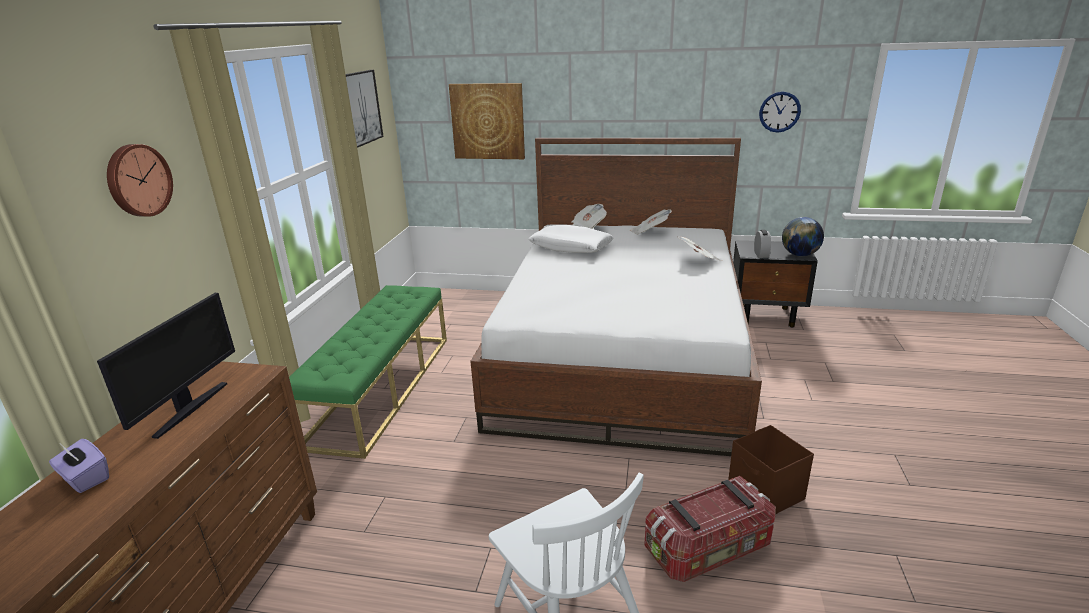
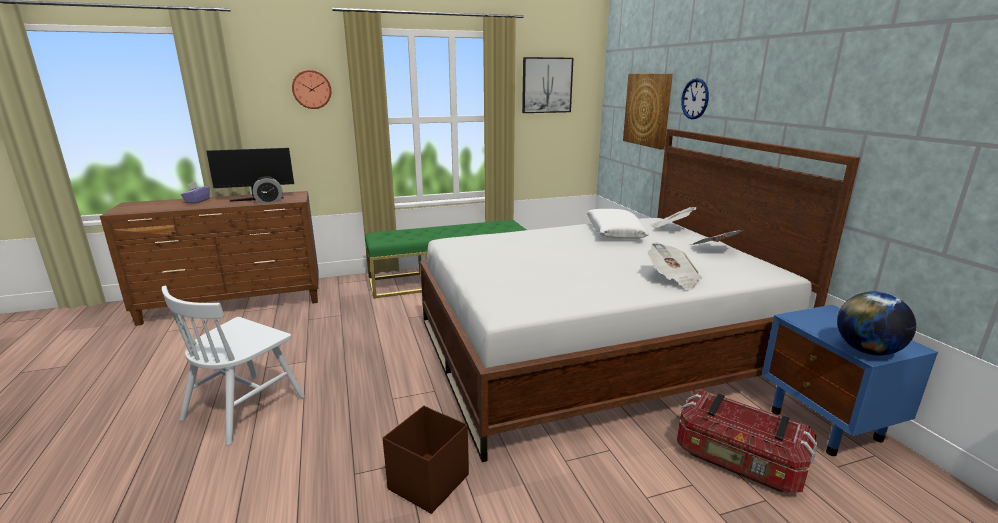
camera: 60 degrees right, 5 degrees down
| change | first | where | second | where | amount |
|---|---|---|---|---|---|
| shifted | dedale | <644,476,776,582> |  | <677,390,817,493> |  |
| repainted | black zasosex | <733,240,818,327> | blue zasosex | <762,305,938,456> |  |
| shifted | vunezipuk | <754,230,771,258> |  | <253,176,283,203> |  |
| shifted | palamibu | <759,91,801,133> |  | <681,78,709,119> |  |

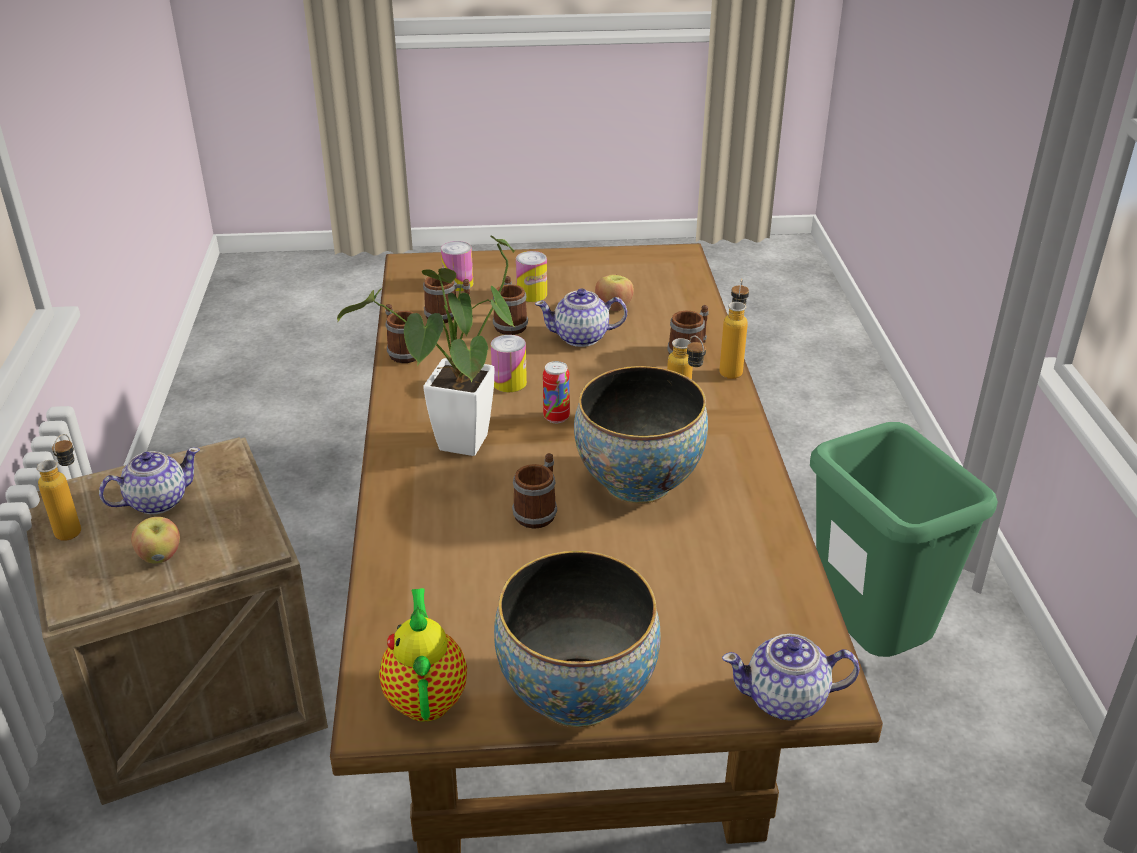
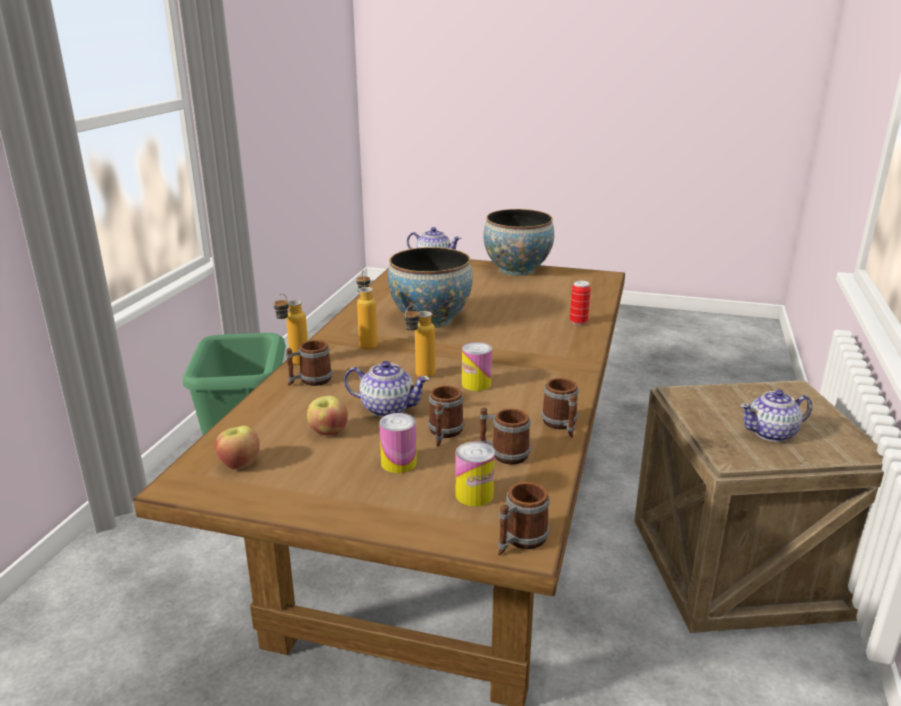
camera: 160 degrees left, 10 degrees down
| change | first | where | second | where | amount |
|---|---|---|---|---|---|
| shifted | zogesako | <36,434,81,541> |  | <404,304,435,378> |  |
| shifted | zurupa | <131,517,180,564> |  | <215,426,260,469> |  |
| gone | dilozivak | <337,235,515,456> |  |  |  |
| gone | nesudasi | <379,588,467,722> |  |  |  |
| shifted | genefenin | <512,453,557,529> |  | <498,482,550,555> |  |
| shifted | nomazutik | <543,361,570,423> |  | <570,281,591,325> |  |

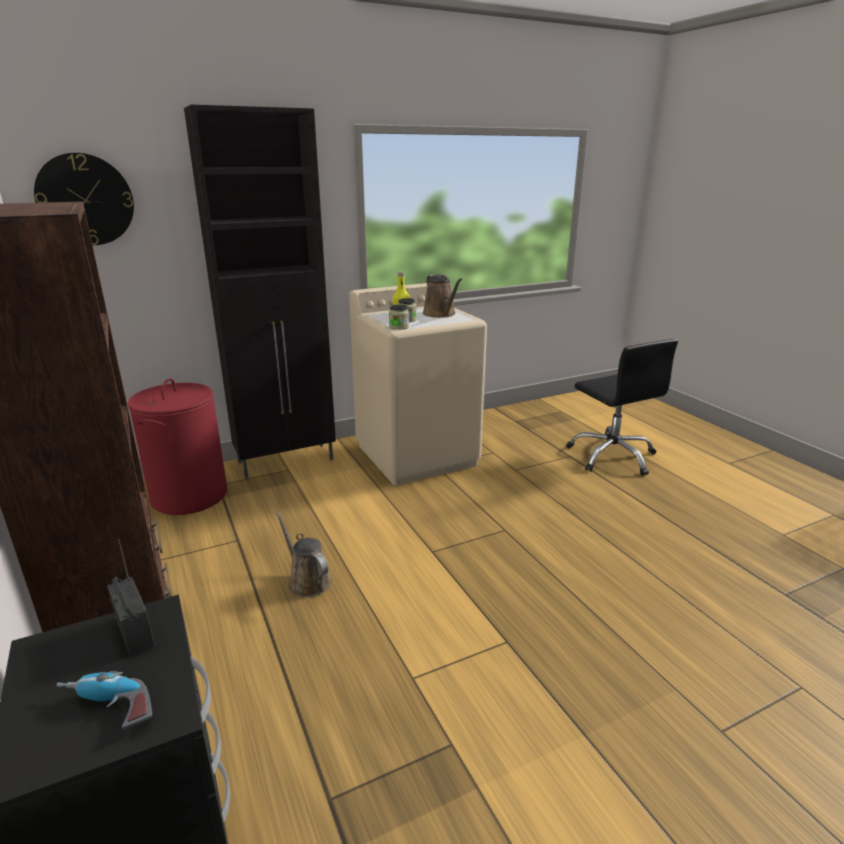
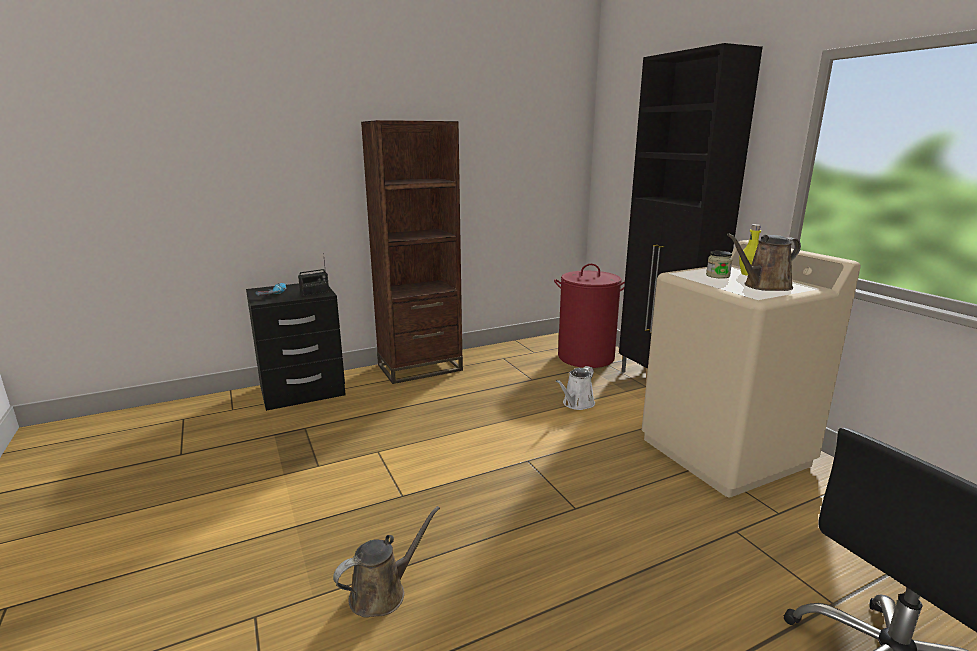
camera: 90 degrees right, 5 degrees down
| change | first | where | second | where | amount |
|---|---|---|---|---|---|
| gone | palamibu | <34,153,134,245> |  |  |  |
| shifted | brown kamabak | <275,510,331,597> |  | <333,506,440,617> |  |
| gone | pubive | <389,305,409,330> |  |  |  |
| new |  |  | white kamabak | <556,366,595,410> |  |

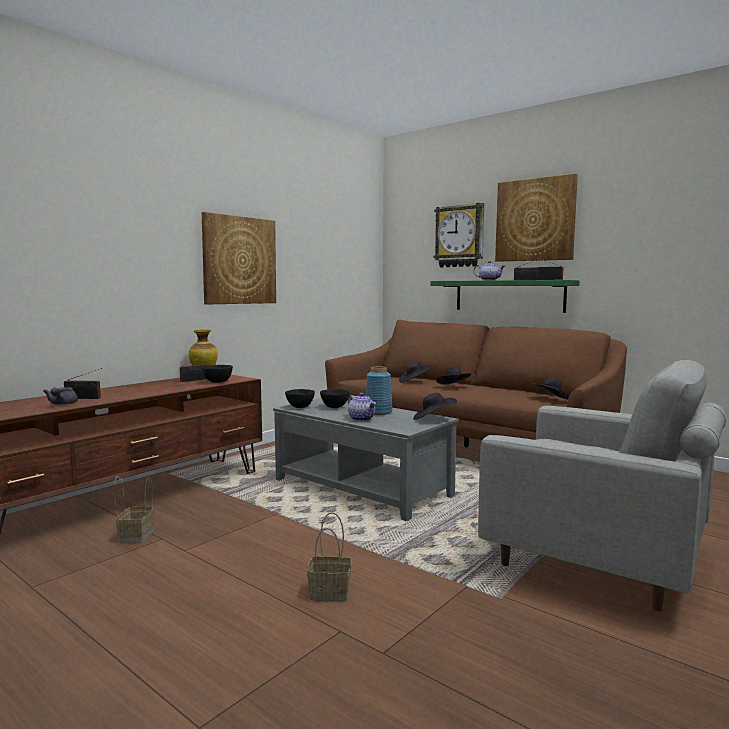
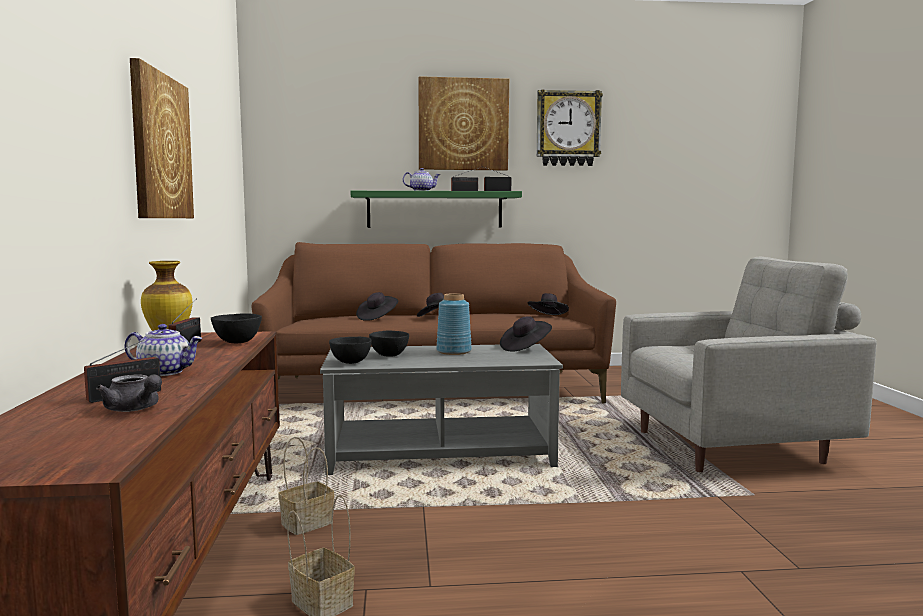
camera: 45 degrees left, 0 degrees up
| change | first | where | second | where | amount |
|---|---|---|---|---|---|
| shifted | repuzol | <307,512,351,602> |  | <278,437,334,535> |  |
| shifted | nesudasi | <348,393,376,421> |  | <124,324,202,376> |  |
| shifted | palamibu | <434,203,484,267> |  | <537,89,603,166> |  |

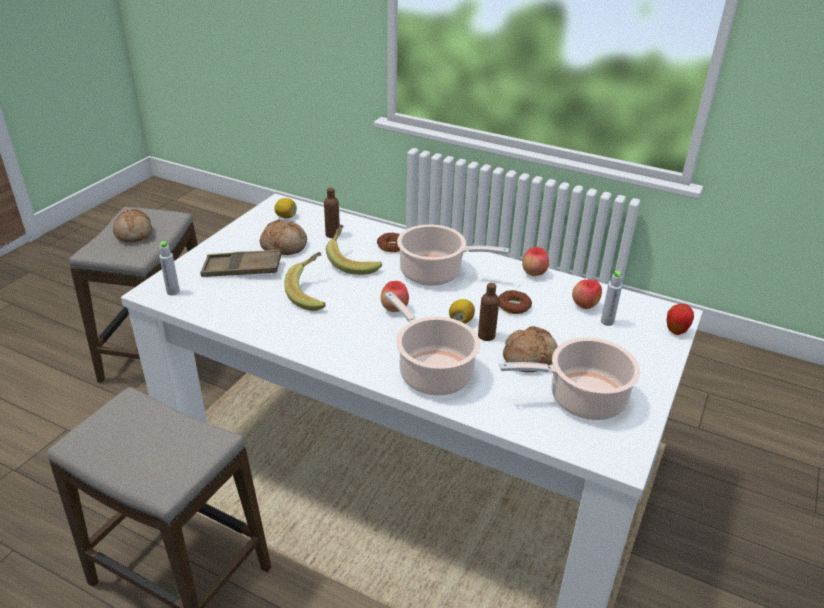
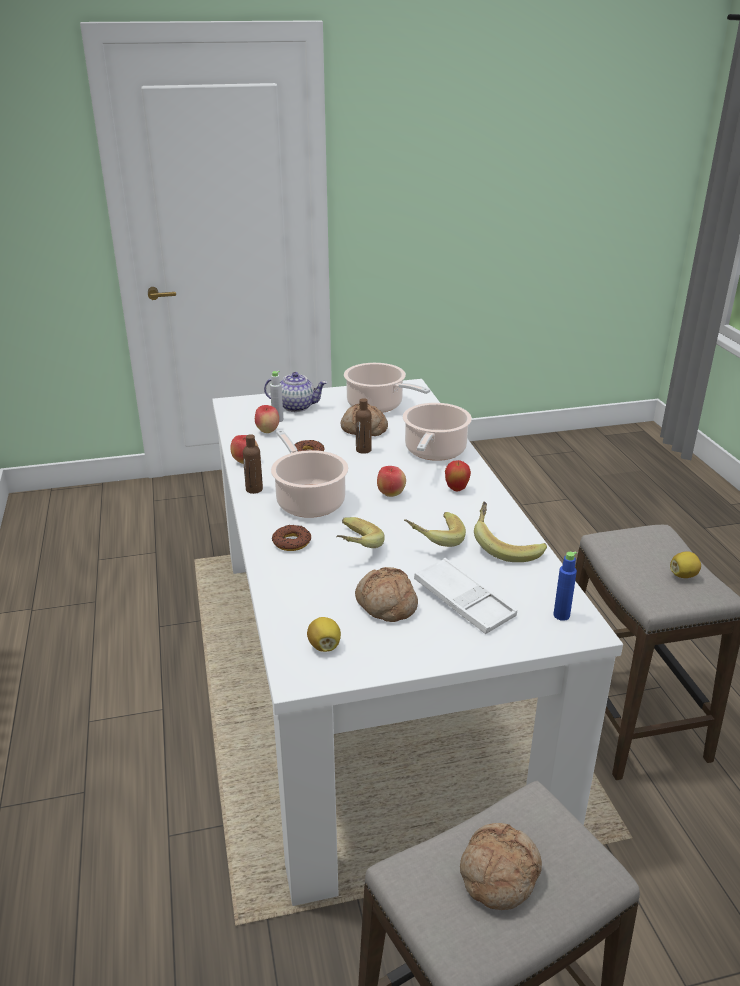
camera: 130 degrees left, 5 degrees down
| change | first | where | second | where | amount |
|---|---|---|---|---|---|
| repainted | grey zogesako | <159,241,180,295> | blue zogesako | <553,551,577,621> |  |
| repainted | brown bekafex | <200,249,282,277> | white bekafex | <414,558,517,634> |  |
| shifted | brown zogesako | <324,188,340,238> |  | <243,434,263,494> |  |
| shifted | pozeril | <449,299,475,324> |  | <670,551,701,578> |  |
| shifted | zurupa | <667,304,694,335> |  | <445,460,471,491> |  |
| new |  |  | nesudasi | <264,372,327,412> |  |
| new |  |  | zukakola | <474,502,547,562> |  |

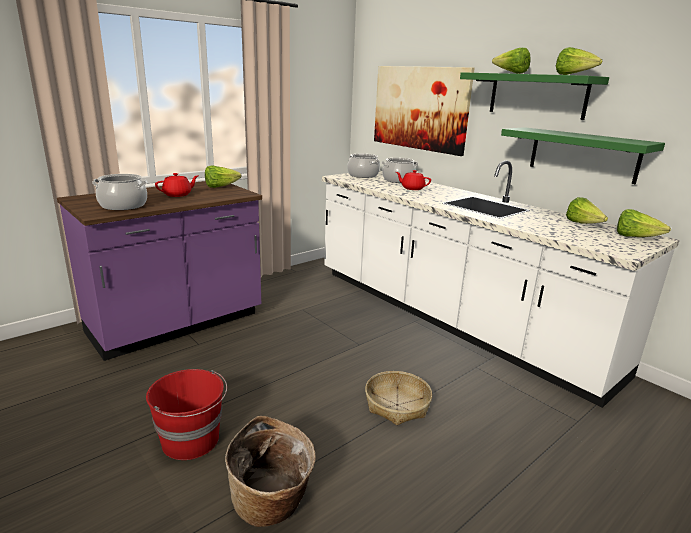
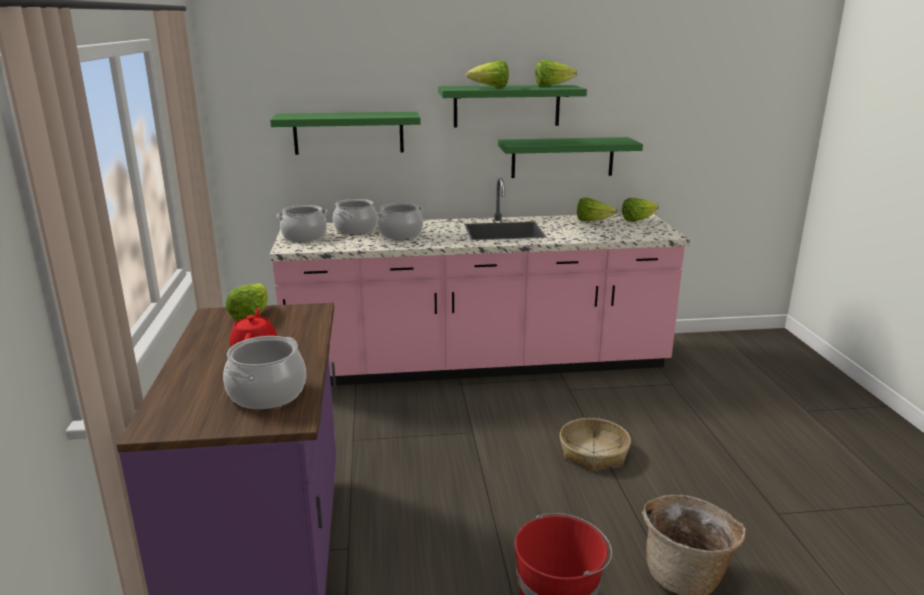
camera: 55 degrees left, 0 degrees up
| change | first | where | second | where | amount |
|---|---|---|---|---|---|
| repainted | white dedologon | <322,160,680,408> | pink dedologon | <269,177,690,386> |  |
| swapped | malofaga | <374,66,475,156> | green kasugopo | <270,112,420,155> |  |
| swapped | red nesudasi | <396,170,431,190> | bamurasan | <376,203,424,239> |  |

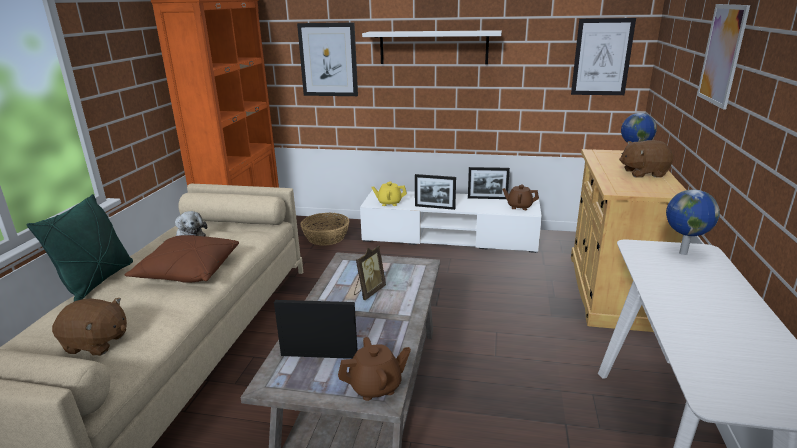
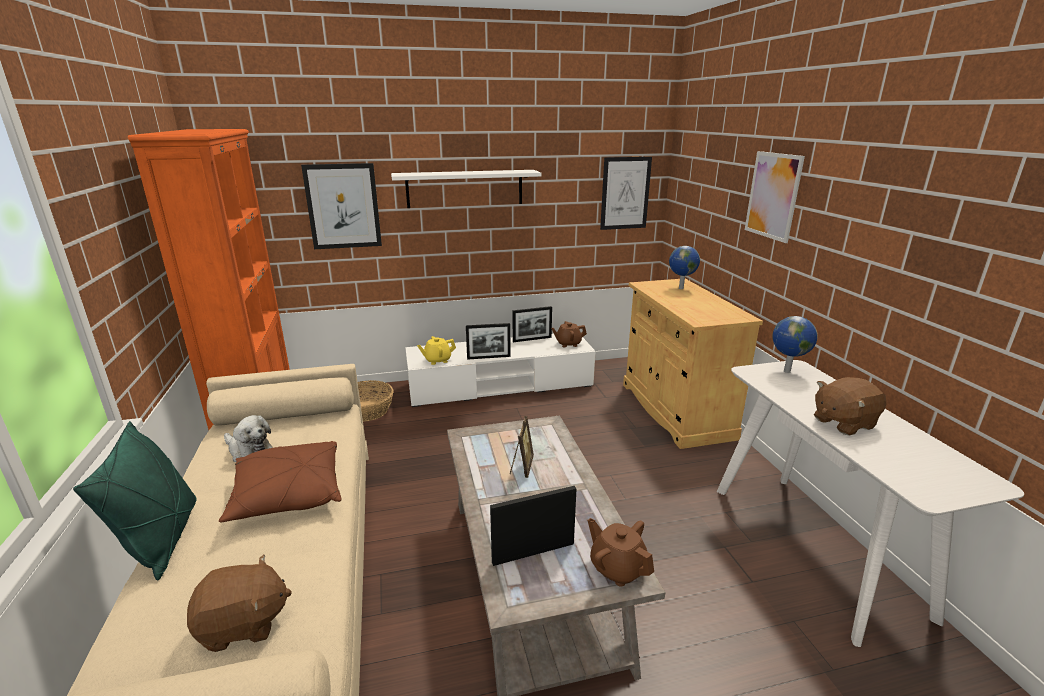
camera: 25 degrees left, 0 degrees up
| change | first | where | second | where | amount |
|---|---|---|---|---|---|
| rotated | brown nesudasi | <338,337,411,401> |  | <588,518,654,587> | 90 degrees counterclockwise |
| shifted | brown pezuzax | <619,140,673,178> |  | <814,377,886,436> |  |

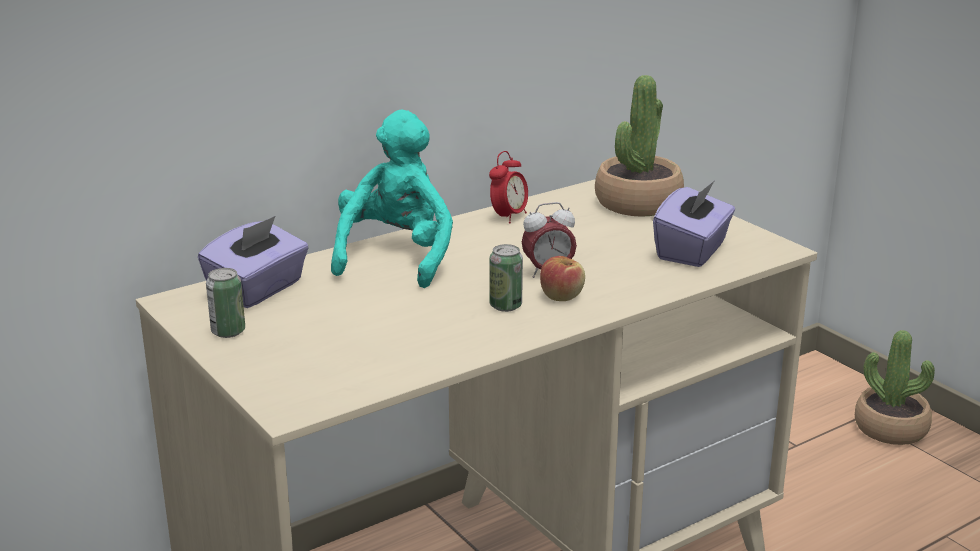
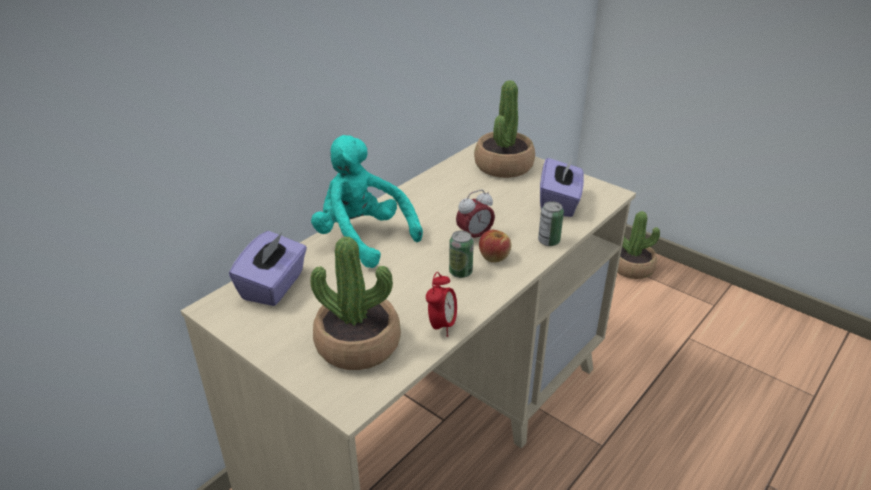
camera: 15 degrees left, 10 degrees up
| change | first | where | second | where | amount |
|---|---|---|---|---|---|
| shifted | nomazutik | <206,268,245,338> |  | <538,201,564,246> |  |
| rotated | turquoise pezuzax | <331,110,453,288> |  | <311,135,423,268> | 45 degrees counterclockwise |
| shifted | vunezipuk | <489,151,528,224> |  | <426,272,457,337> |  |
| new |  |  | dilozivak | <310,236,401,370> |  |

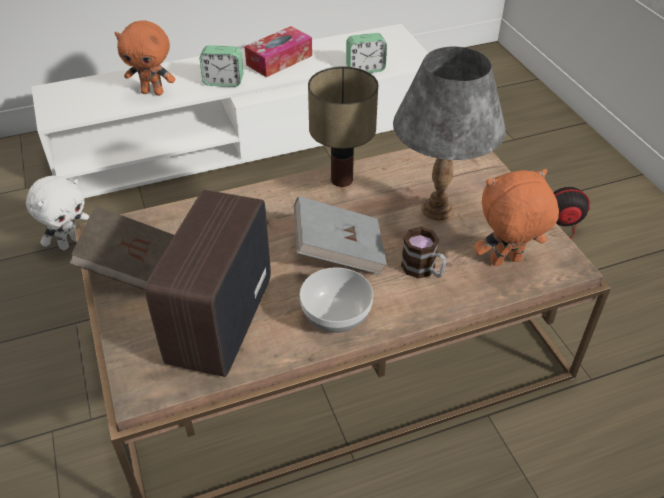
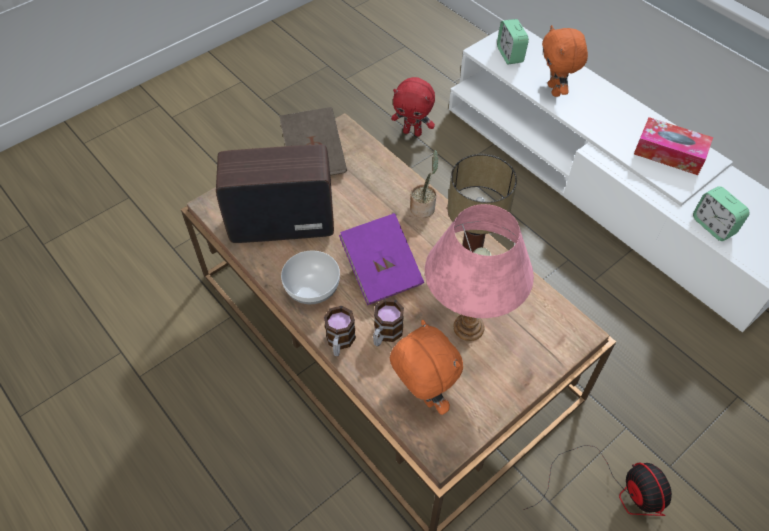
camera: 70 degrees right, 10 degrees up
| change | first | where | second | where | amount |
|---|---|---|---|---|---|
| repainted | white pezuzax | <26,176,89,250> | red pezuzax | <391,77,435,137> |  |
| shifted | vunezipuk | <200,45,243,87> |  | <497,19,529,64> |  |
| repainted | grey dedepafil | <294,196,387,274> | purple dedepafil | <339,213,424,305> |  |
| repainted | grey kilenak | <393,47,506,220> | pink kilenak | <425,204,534,341> |  |
| new |  |  | genefenin | <324,306,356,356> |  |
| new |  |  | dilozivak | <410,150,439,218> |  |

